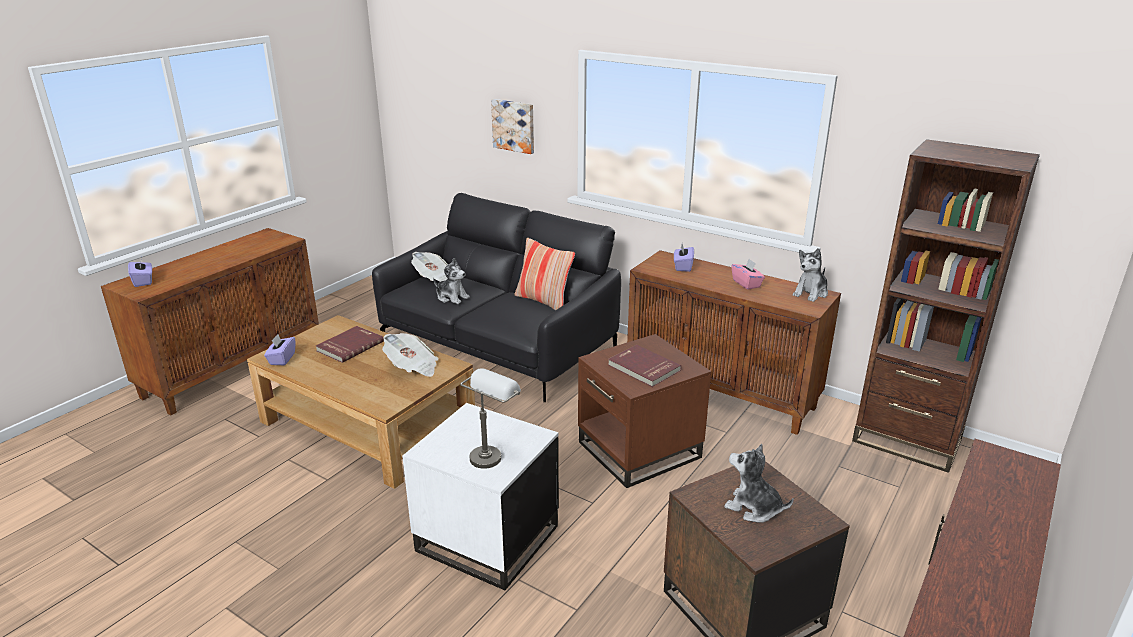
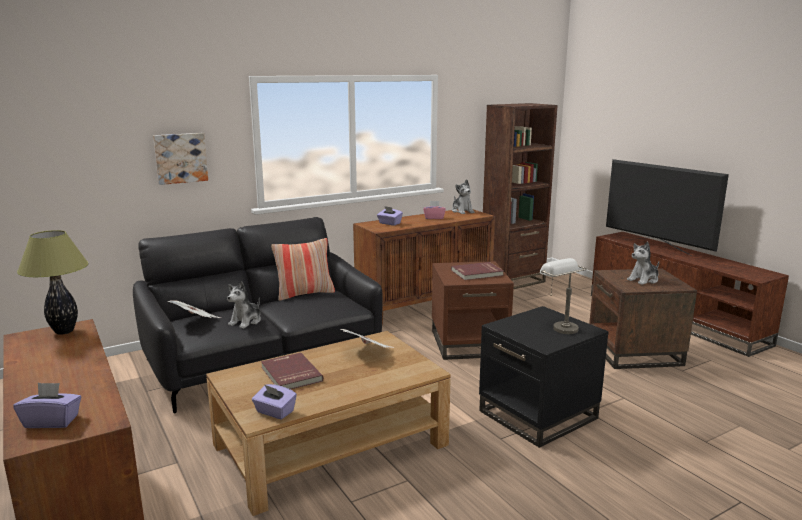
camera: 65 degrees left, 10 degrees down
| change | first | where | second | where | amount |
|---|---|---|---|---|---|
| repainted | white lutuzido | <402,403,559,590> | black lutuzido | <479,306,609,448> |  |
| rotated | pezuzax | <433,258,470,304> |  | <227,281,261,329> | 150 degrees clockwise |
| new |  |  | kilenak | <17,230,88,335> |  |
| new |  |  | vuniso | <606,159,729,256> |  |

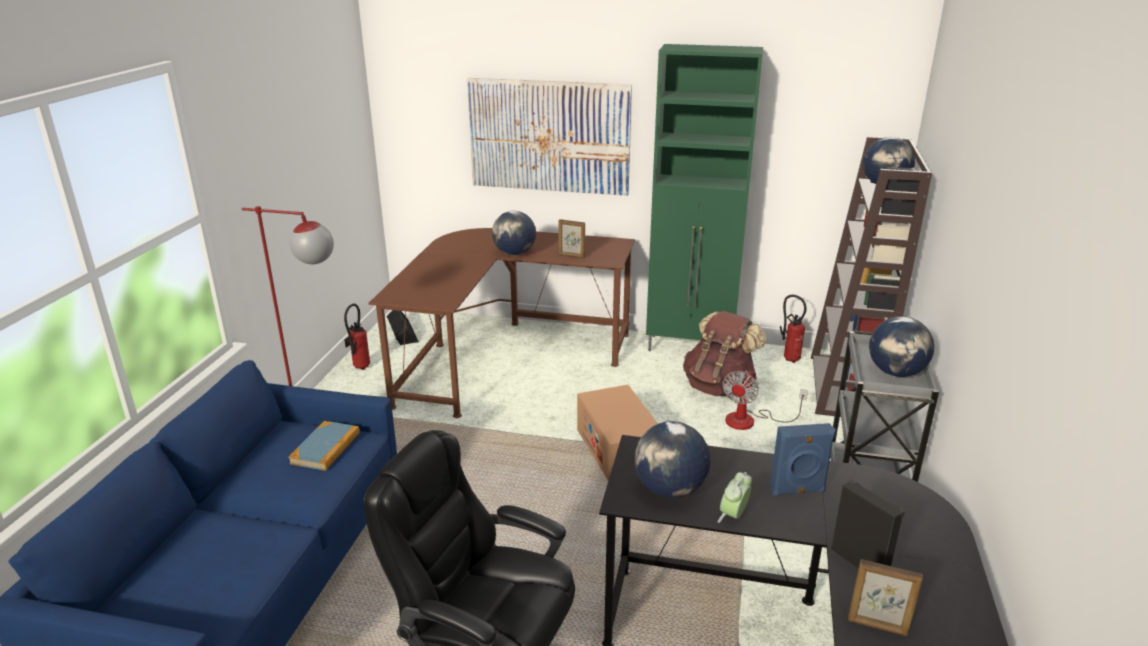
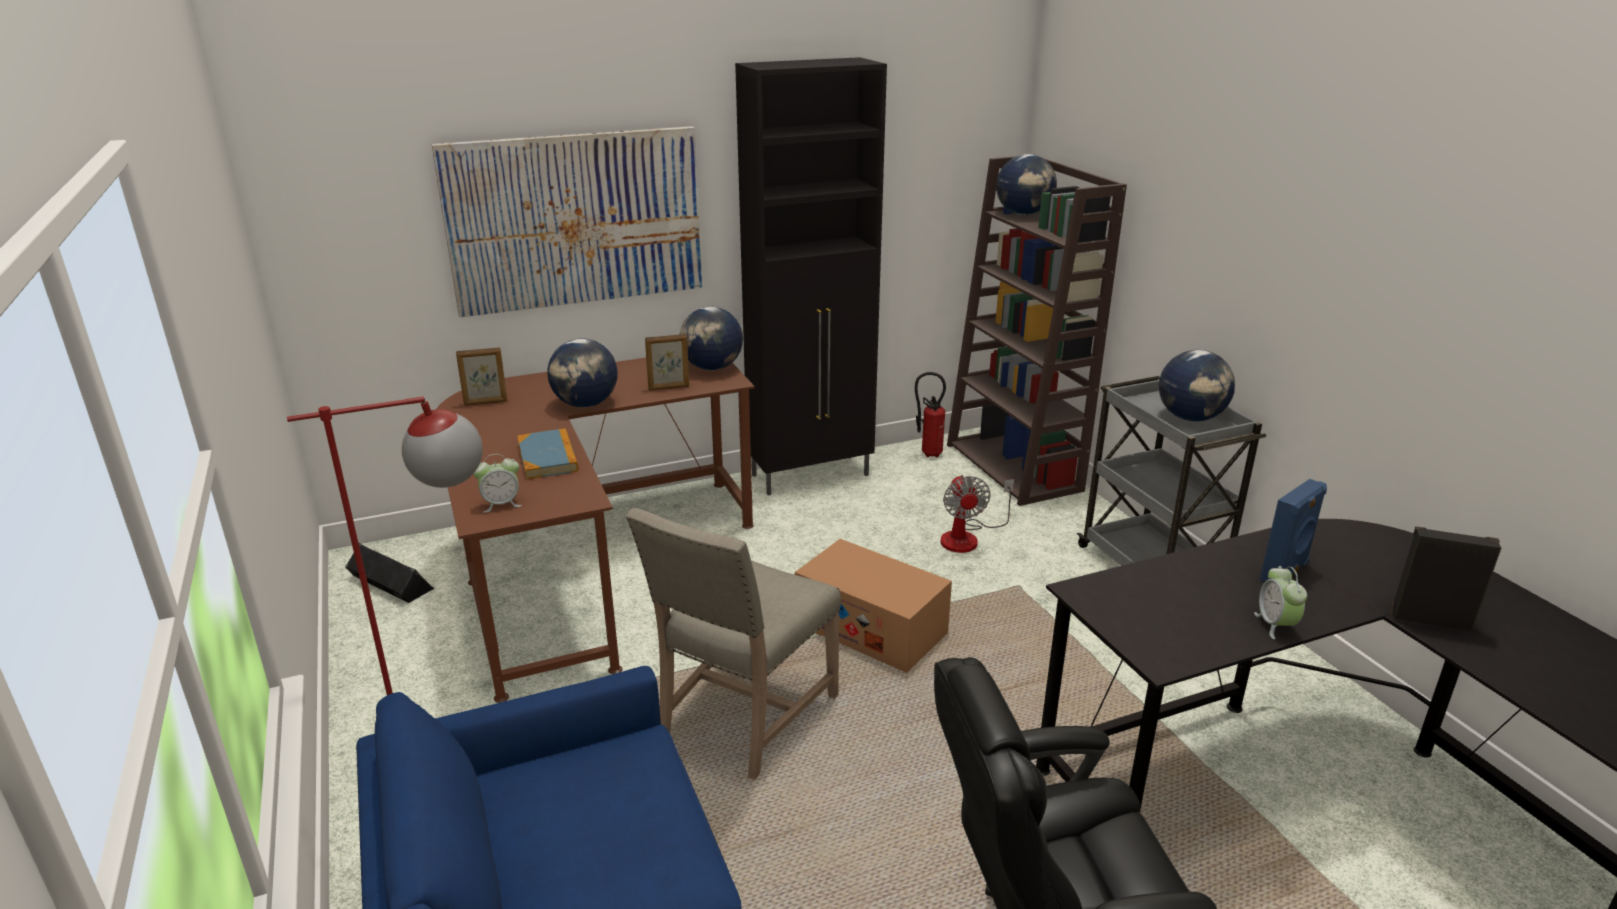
camera: 35 degrees left, 0 degrees up
| change | first | where | second | where | amount |
|---|---|---|---|---|---|
| shifted | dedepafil | <288,421,360,471> |  | <517,428,579,480> |  |
| gone | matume | <344,304,370,370> |  |  |  |
| shifted | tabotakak | <634,421,710,498> |  | <679,307,743,370> |  |
| repainted | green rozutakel | <646,44,763,351> | black rozutakel | <735,57,887,495> |  |
| gone | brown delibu | <683,311,766,396> |  |  |  |
| shifted | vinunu | <848,559,923,636> |  | <456,347,507,406> |  |
| new |  |  | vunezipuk | <473,454,522,513> |  |
| new |  |  | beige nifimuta | <626,507,841,780> |  |

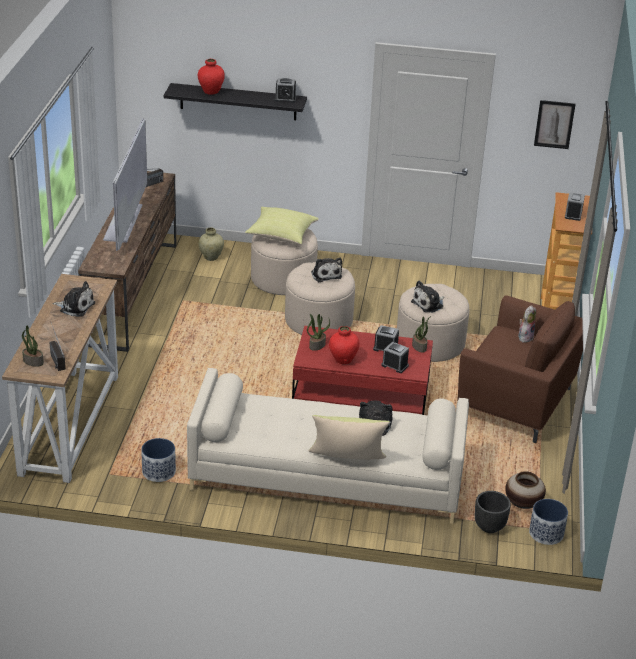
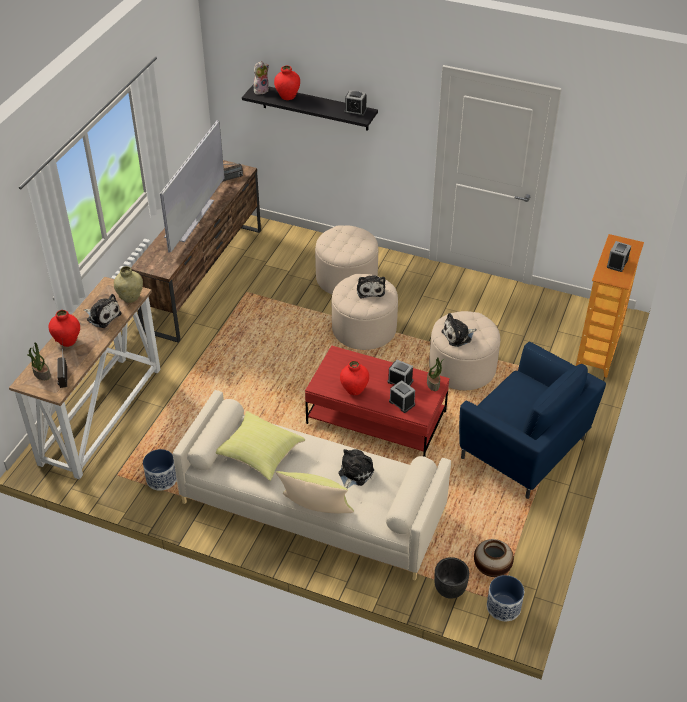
camera: 15 degrees right, 10 degrees up
| change | first | where | second | where | amount |
|---|---|---|---|---|---|
| shifted | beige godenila | <199,227,224,261> |  | <114,266,143,303> |  |
| shifted | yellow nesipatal | <245,207,319,244> |  | <216,411,305,481> |  |
| gone | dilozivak | <307,314,330,351> |  |  |  |
| repainted | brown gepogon | <458,296,583,443> | blue gepogon | <459,342,606,499> |  |
| shifted | pezuzax | <519,305,536,343> |  | <254,61,269,95> |  |
| gone | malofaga | <534,100,575,149> |  |  |  |
| new |  |  | red godenila | <49,310,80,347> |  |

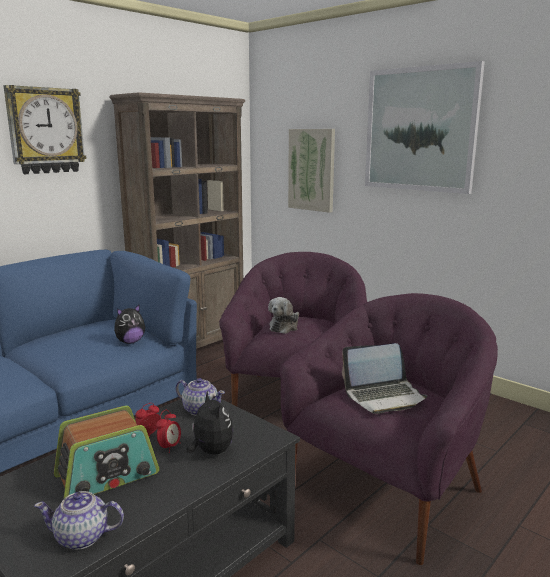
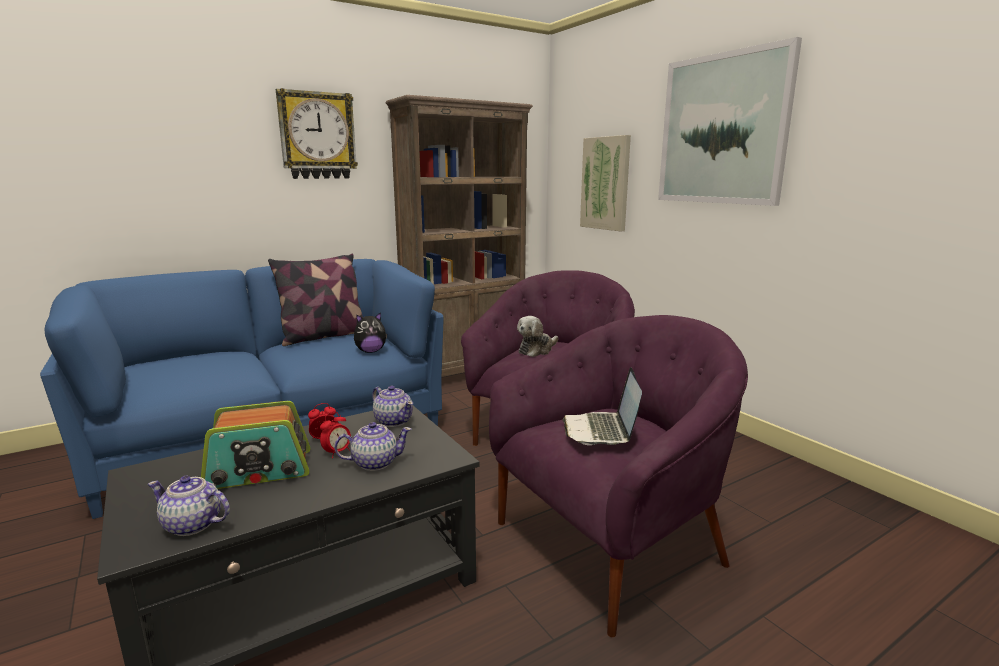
camera: 15 degrees right, 0 degrees up
| change | first | where | second | where | amount |
|---|---|---|---|---|---|
| swapped | pezuzax | <186,391,233,455> | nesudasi | <334,422,412,471> |  |
| rotated | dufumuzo | <342,343,427,414> |  | <562,367,642,445> | 90 degrees clockwise |
| new |  |  | nesipatal | <268,253,363,346> |  |

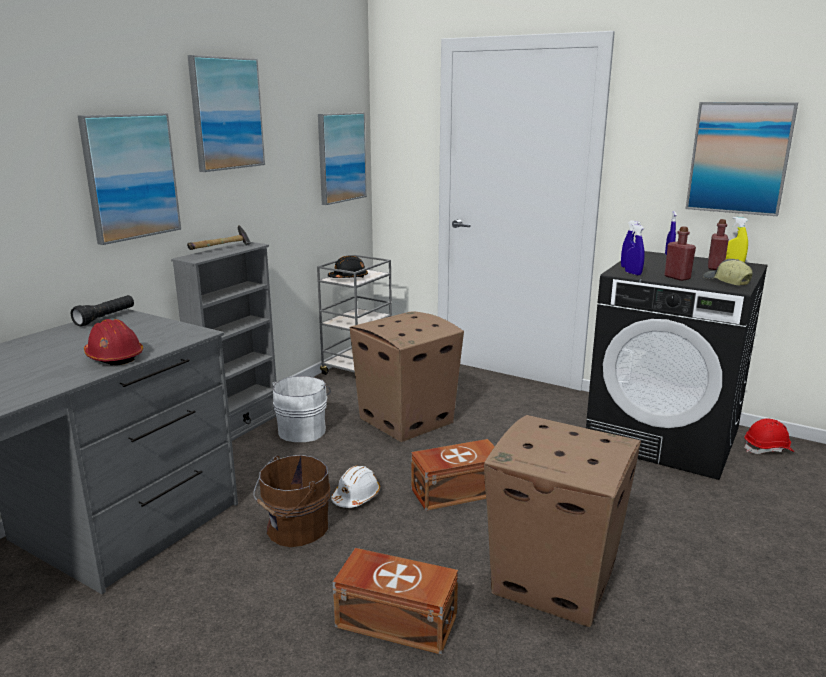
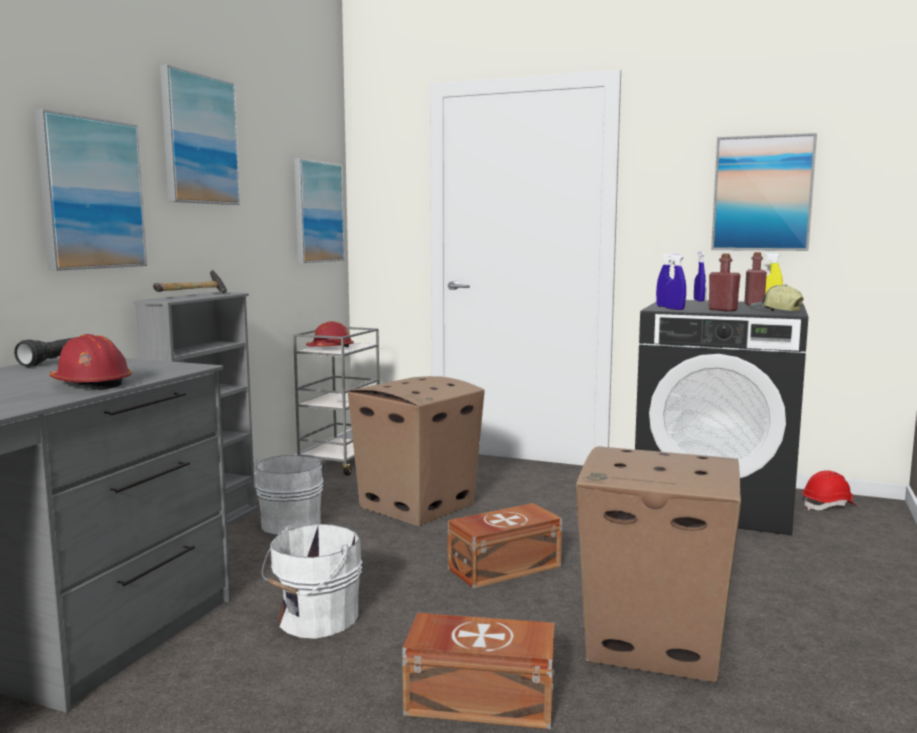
camera: 10 degrees left, 10 degrees down
| change | first | where | second | where | amount |
|---|---|---|---|---|---|
| repainted | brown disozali | <253,455,331,547> | white disozali | <261,524,363,639> |  |
| repainted | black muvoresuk | <328,255,368,278> | red muvoresuk | <306,321,354,348> |  |
| gone | white muvoresuk | <331,466,380,508> |  |  |  |

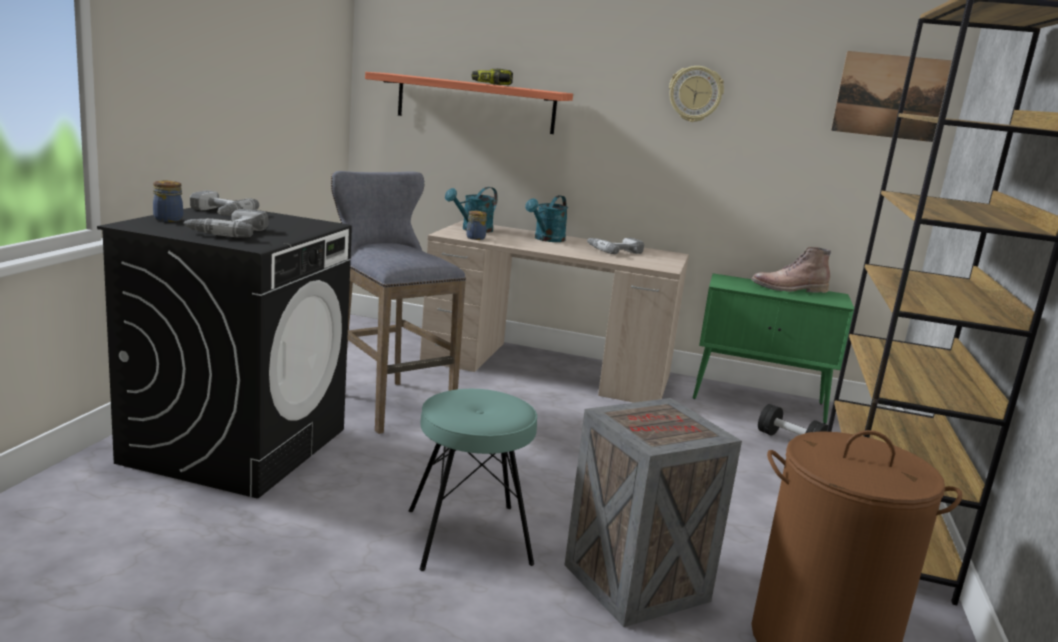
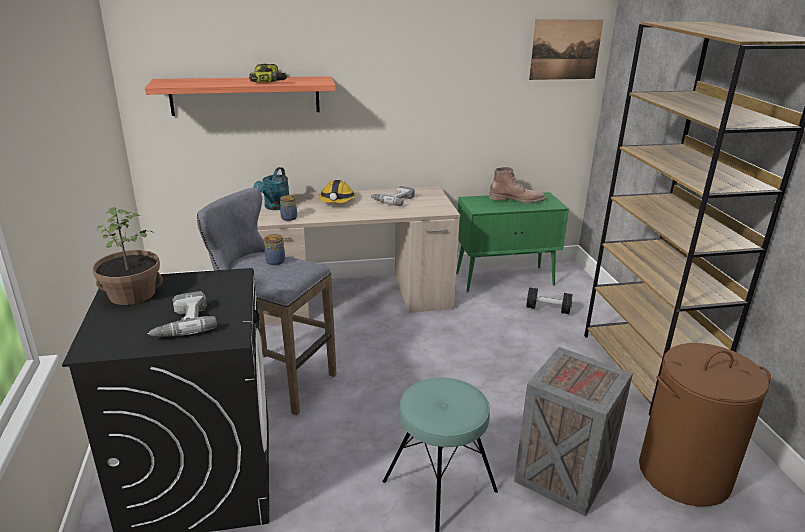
camera: 25 degrees left, 10 degrees up
| change | first | where | second | where | amount |
|---|---|---|---|---|---|
| shifted | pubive | <153,180,183,222> |  | <264,234,285,265> |  |
| swapped | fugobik | <190,190,259,216> | dilozivak | <92,207,163,305> |  |
| swapped | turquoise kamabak | <525,195,568,242> | muvoresuk | <319,180,356,203> |  |
| gone | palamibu | <669,66,724,122> |  |  |  |
| rotated | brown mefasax | <751,247,831,293> |  | <489,167,545,204> | 150 degrees counterclockwise |

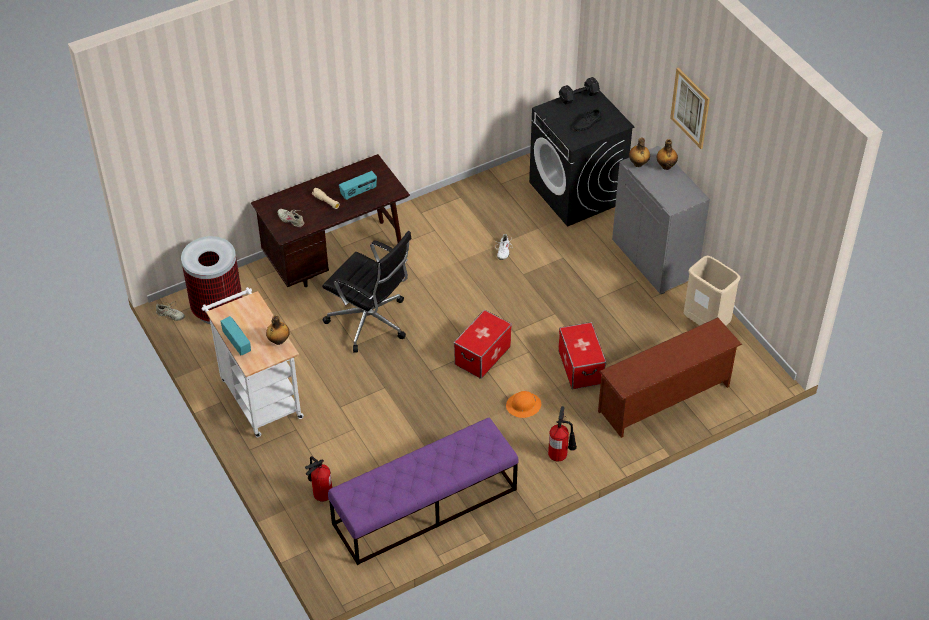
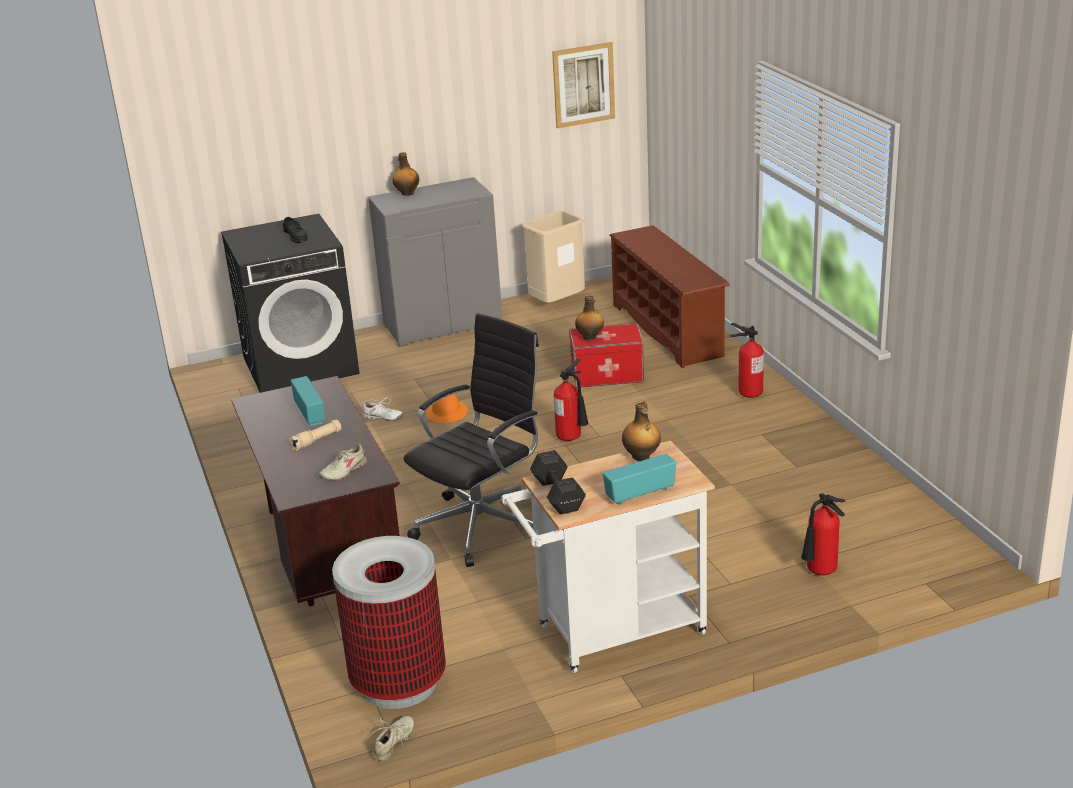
camera: 80 degrees left, 20 degrees down
| change | first | where | second | where | amount |
|---|---|---|---|---|---|
| gone | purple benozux | <328,418,519,565> |  |  |  |
| swapped | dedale | <454,310,512,379> | matume | <554,359,589,441> |  |
| shifted | orange muvoresuk | <506,391,541,418> |  | <425,394,468,423> |  |
| shifted | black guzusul | <559,77,600,104> |  | <530,450,586,515> |  |
| shifted | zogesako | <629,137,650,167> |  | <575,295,604,340> |  |
| shifted | malofaga | <670,68,710,149> |  | <552,42,615,129> |  |

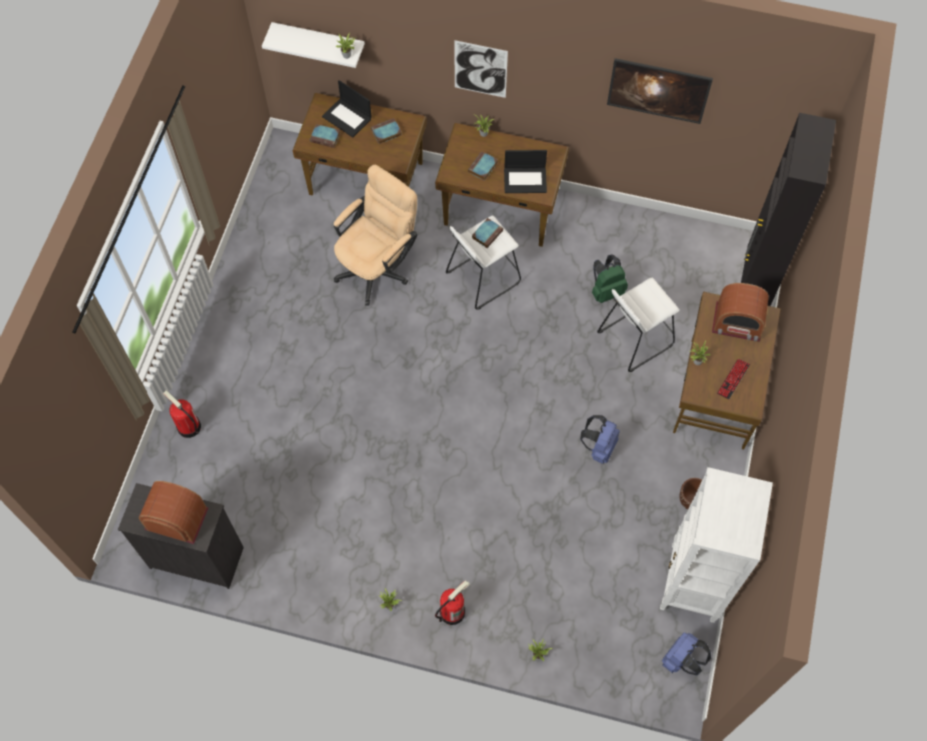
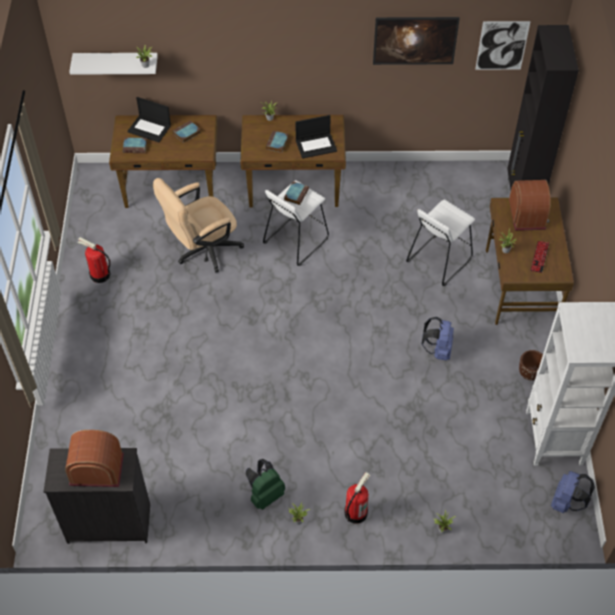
camera: 15 degrees left, 10 degrees down
| change | first | where | second | where | amount |
|---|---|---|---|---|---|
| shifted | matume | <163,390,201,438> |  | <78,237,111,283> |  |
| rotated | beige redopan | <334,164,418,306> |  | <153,178,244,273> | 150 degrees counterclockwise |
| shifted | malofaga | <454,40,508,98> |  | <475,21,531,70> |  |
| shifted | green delibu | <592,255,628,303> |  | <246,459,285,510> |  |
| rotated | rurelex | <712,283,769,342> |  | <509,180,550,231> | 90 degrees counterclockwise |

